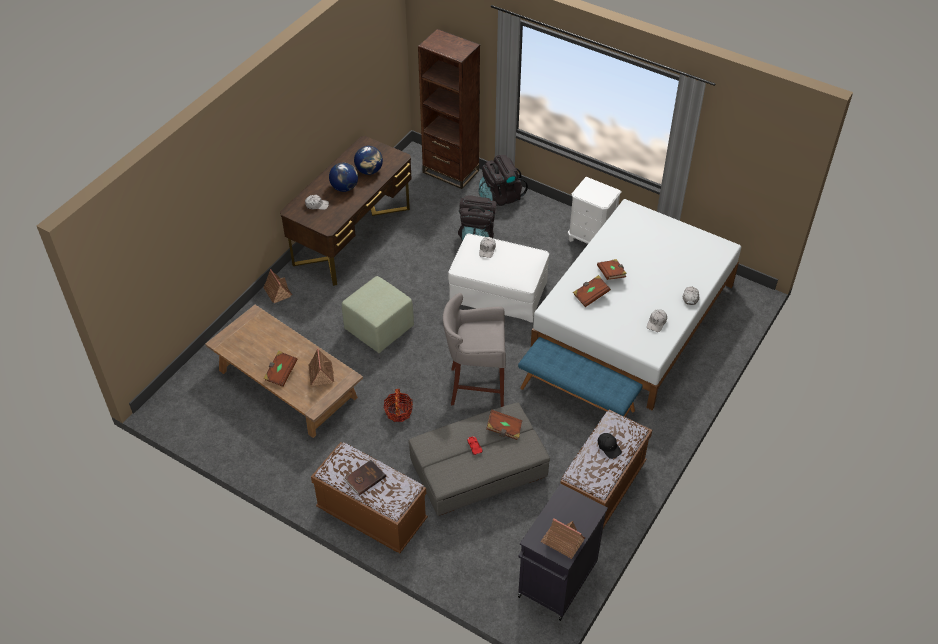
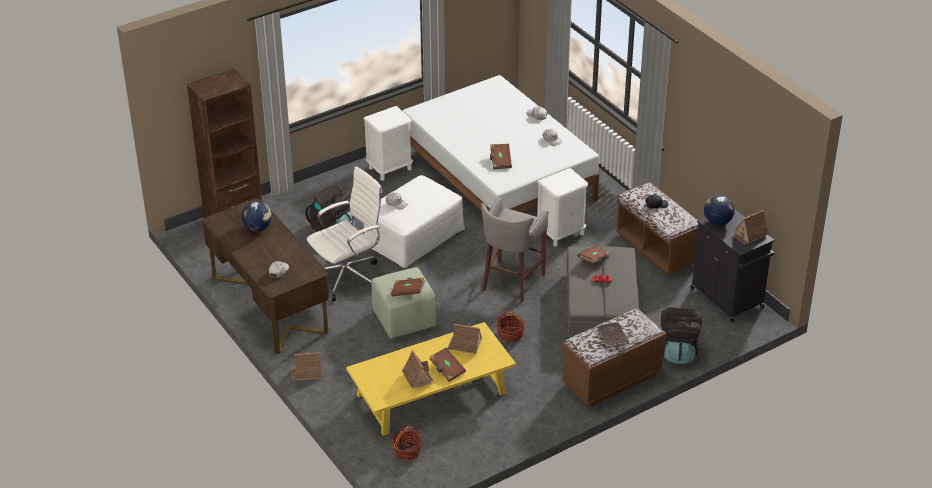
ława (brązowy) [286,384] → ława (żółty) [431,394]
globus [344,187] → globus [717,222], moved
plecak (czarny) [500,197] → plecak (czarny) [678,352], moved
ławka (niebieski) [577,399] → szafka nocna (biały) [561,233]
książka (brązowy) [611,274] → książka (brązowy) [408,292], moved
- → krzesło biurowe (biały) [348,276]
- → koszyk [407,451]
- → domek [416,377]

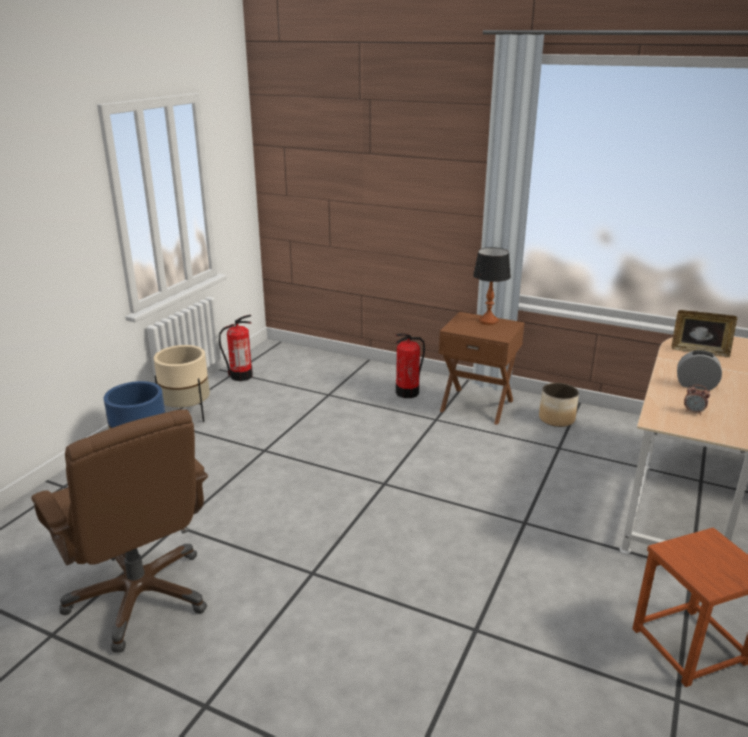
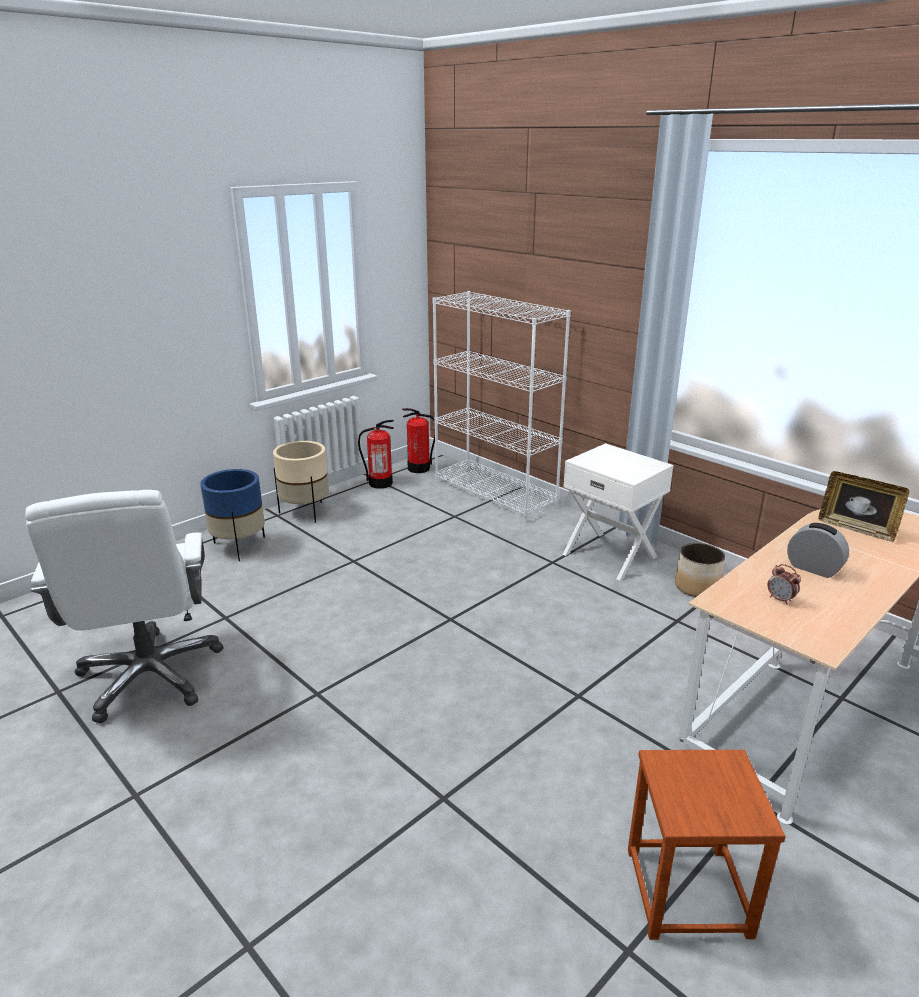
krzesło biurowe (brązowy) [140,596] → krzesło biurowe (biały) [150,676]
gaśnica [407,393] → gaśnica [419,468], moved
szafka nocna (brązowy) [477,405] → szafka nocna (biały) [610,555]
lampa stołowa [488,321] → -
- → regał (biały) [495,493]

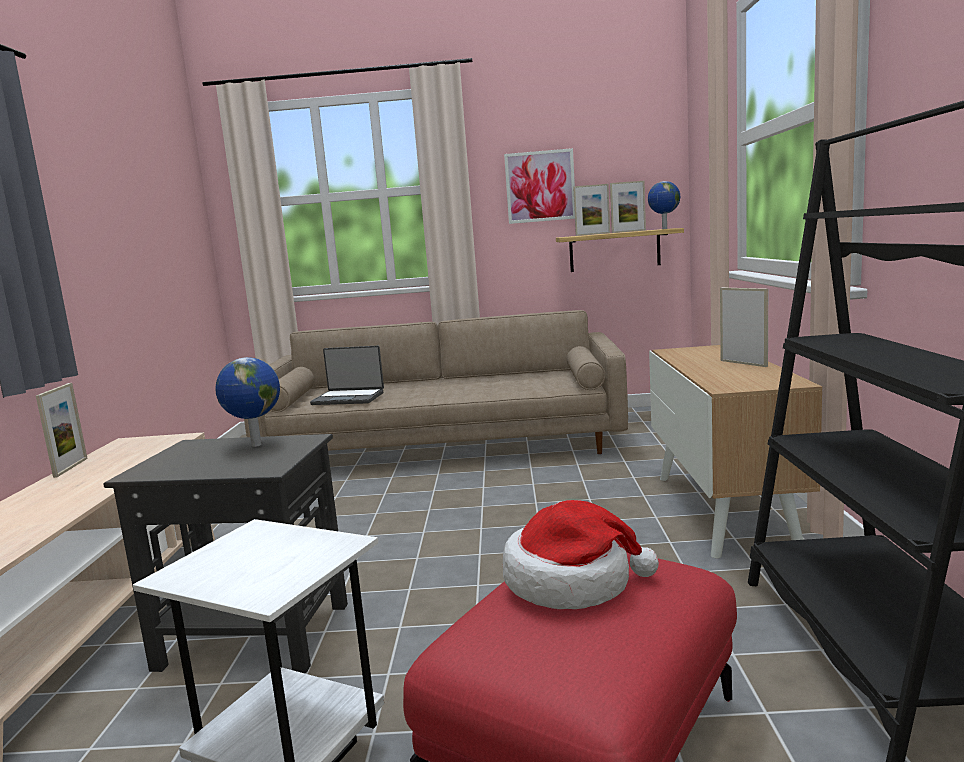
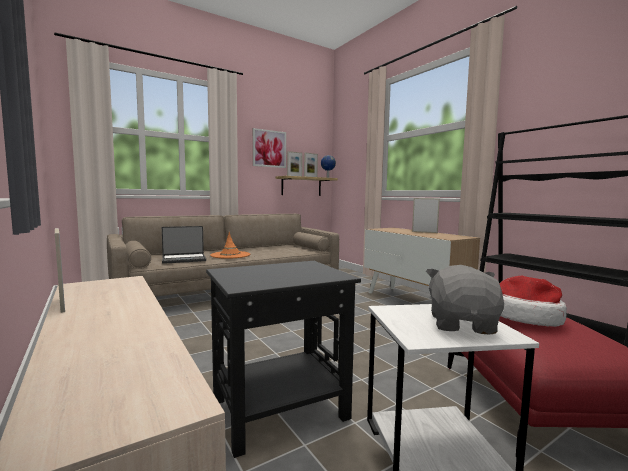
globus [255,445] → -
- → kapelusz (pomarańczowy) [230,255]
- → pluszak (szary) [462,324]

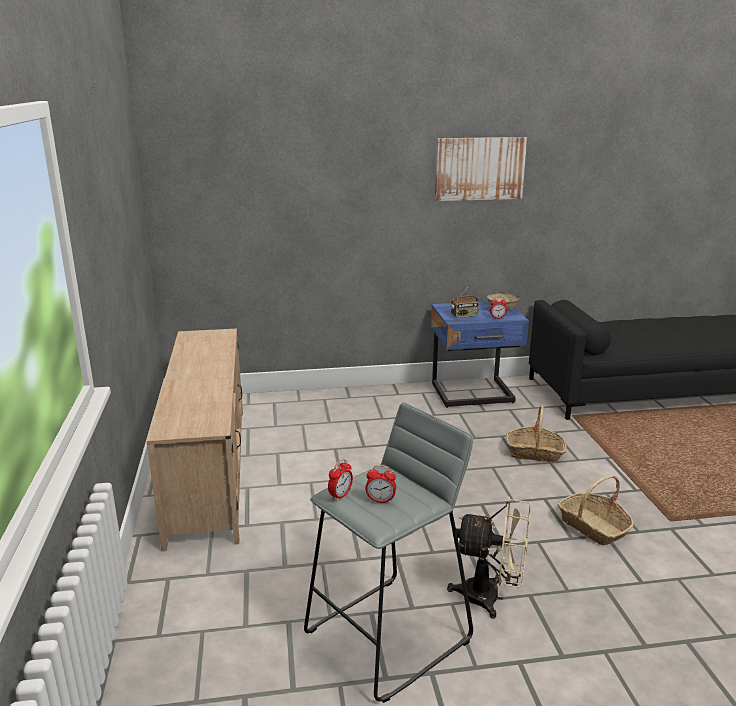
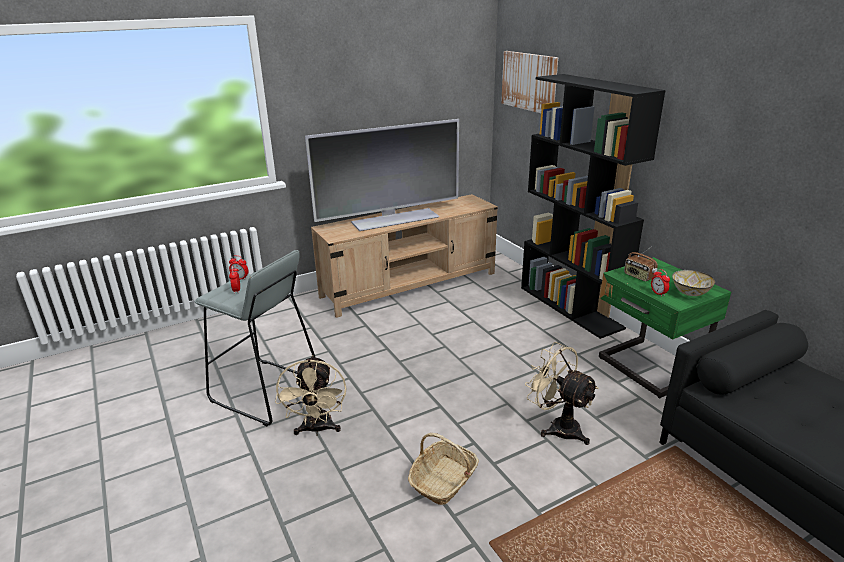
szafka nocna (niebieski) [473,395] → szafka nocna (zielony) [647,369]
obraz [479,168] → obraz [529,81], moved
koszyk [535,453] → wentylator (beżowy) [558,426]
- → telewizor [394,219]
- → regał (czarny) [571,307]

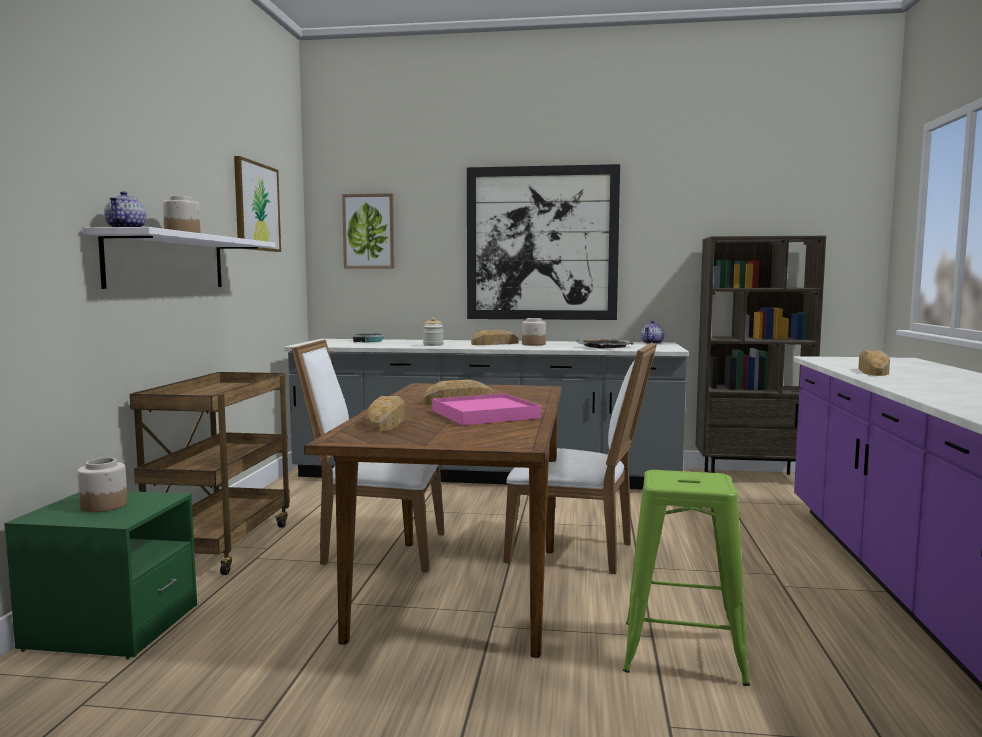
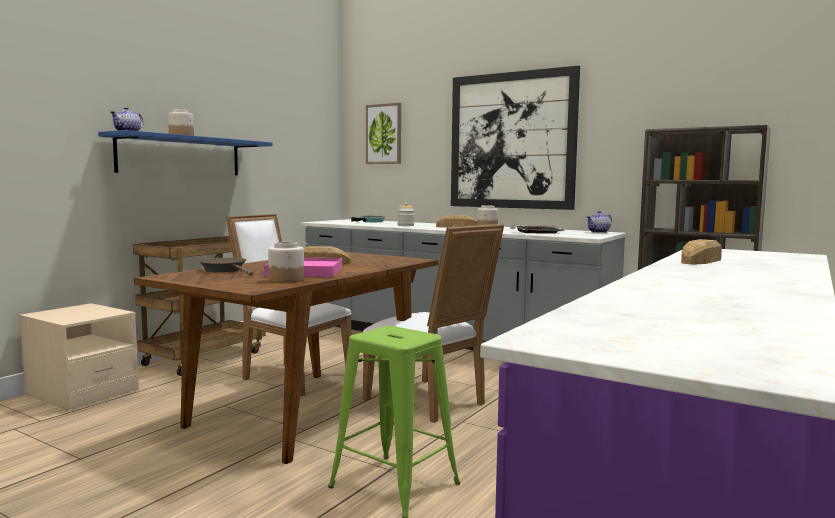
szafka nocna (zielony) [111,628] → szafka nocna (beżowy) [82,393]
słoik [104,505] → słoik [287,280], moved
półka (biały) [167,262] → półka (niebieski) [181,156]
obraz [256,207] → -
chleb [387,422] → patelnia (brązowy) [225,270]

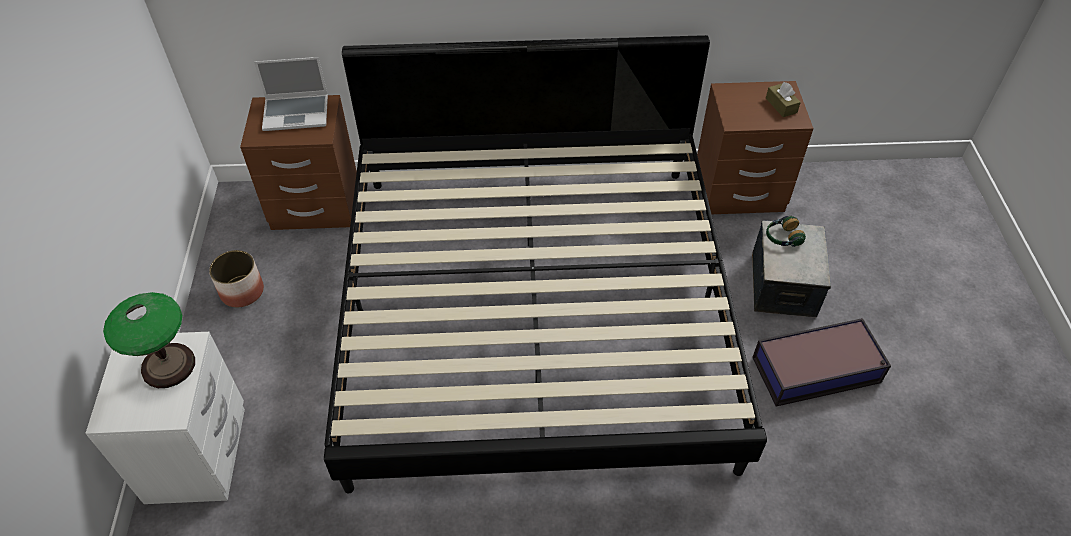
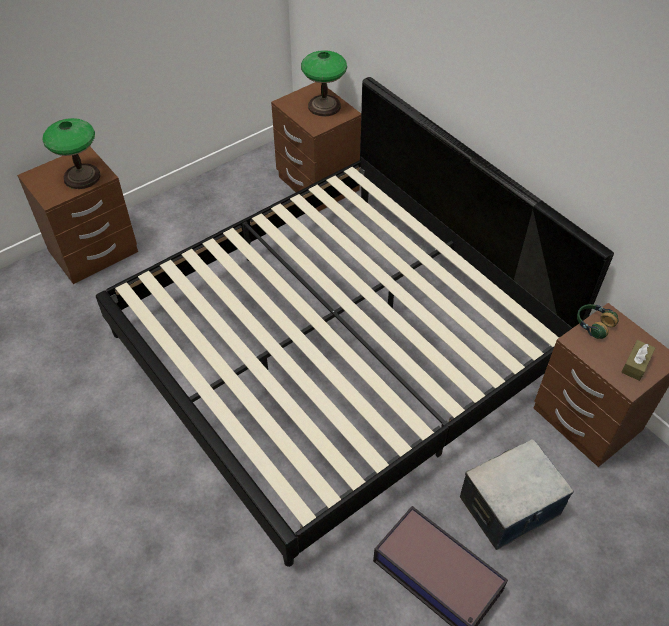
szafka nocna (biały) [199,455] → szafka nocna (brązowy) [94,252]
donica [242,291] → -
laptop [297,113] → lampa stołowa [324,106]
słuchawki [782,238] → słuchawki [593,325], moved

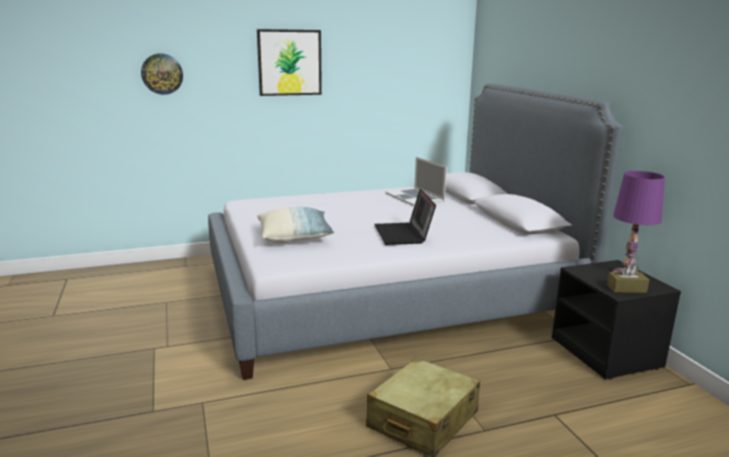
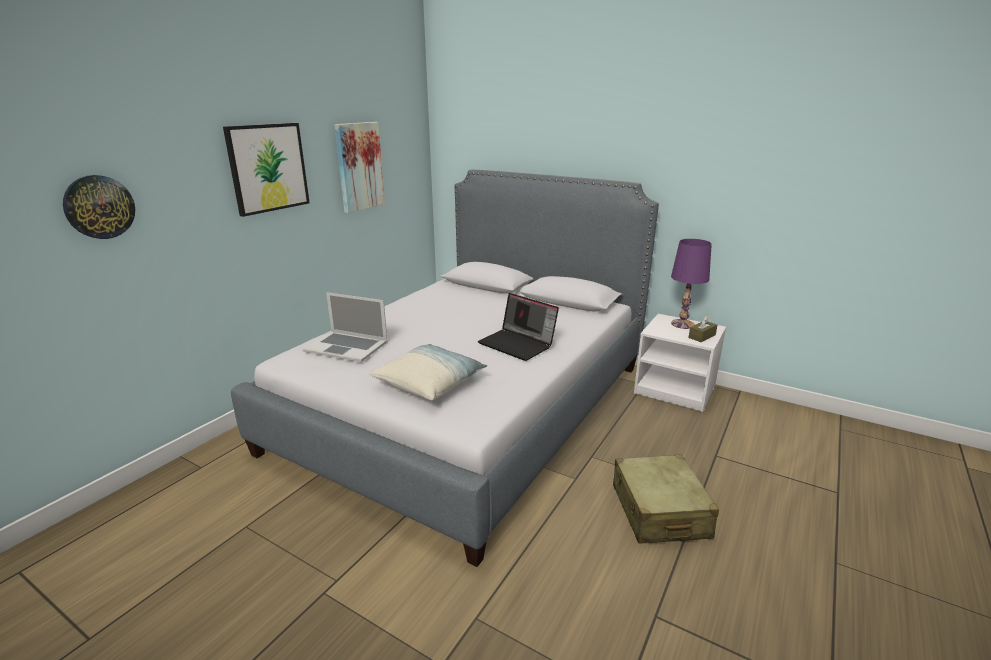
laptop [415,197] → laptop [346,346], moved
szafka nocna (czarny) [607,353] → szafka nocna (biały) [675,390]
- → obraz [359,166]

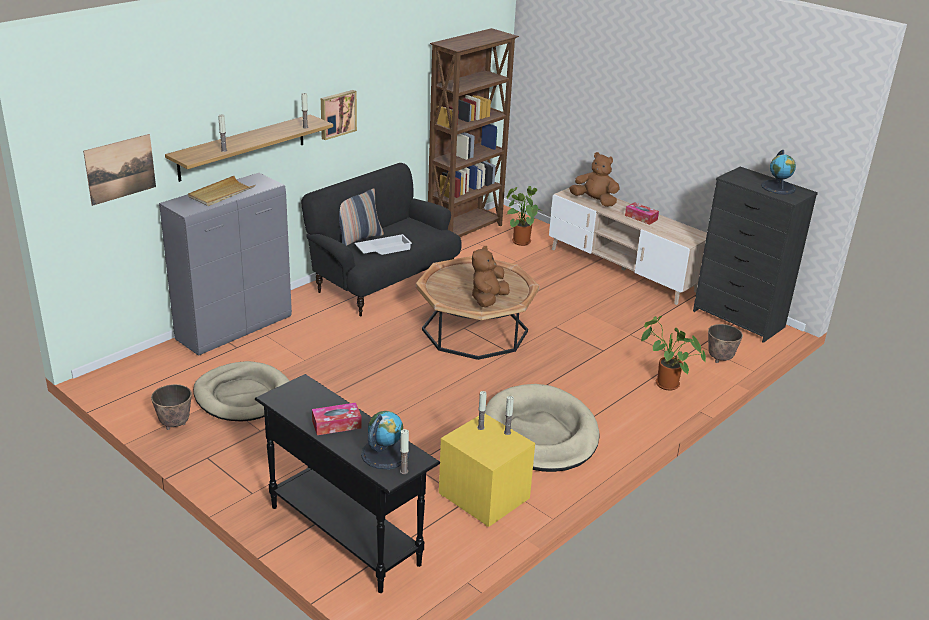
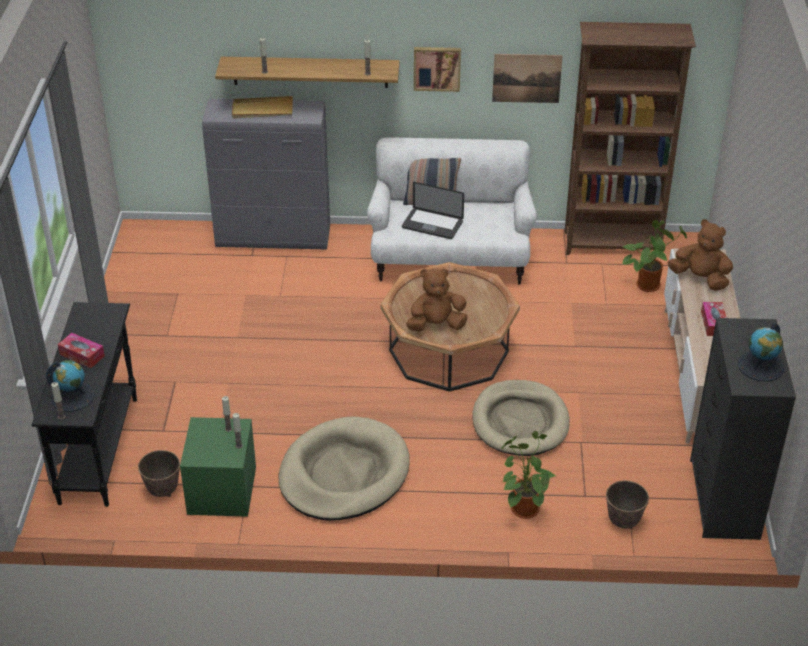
obraz [120,169] → obraz [526,78], moved
donica [174,424] → donica [163,491], moved
legowisko (beżowy) [243,396] → legowisko (beżowy) [520,422], moved
kanapa (czarny) [383,282] → kanapa (biały) [450,259]
taca (biały) [383,249] → laptop [432,225]
szafka nocna (żółty) [484,497] → szafka nocna (zielony) [222,491]
pluszak (brązowy) [594,201] → pluszak (brązowy) [700,279], 45 degrees counterclockwise

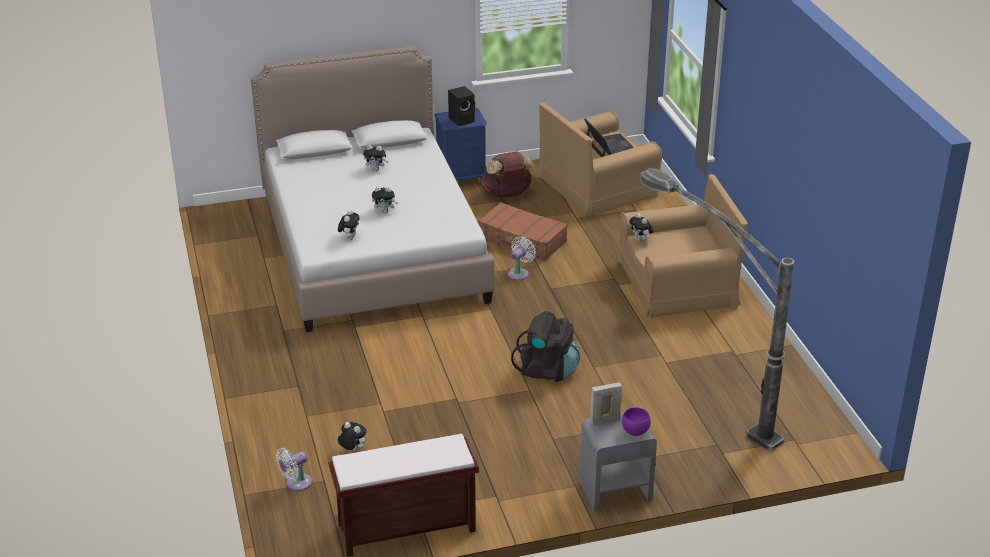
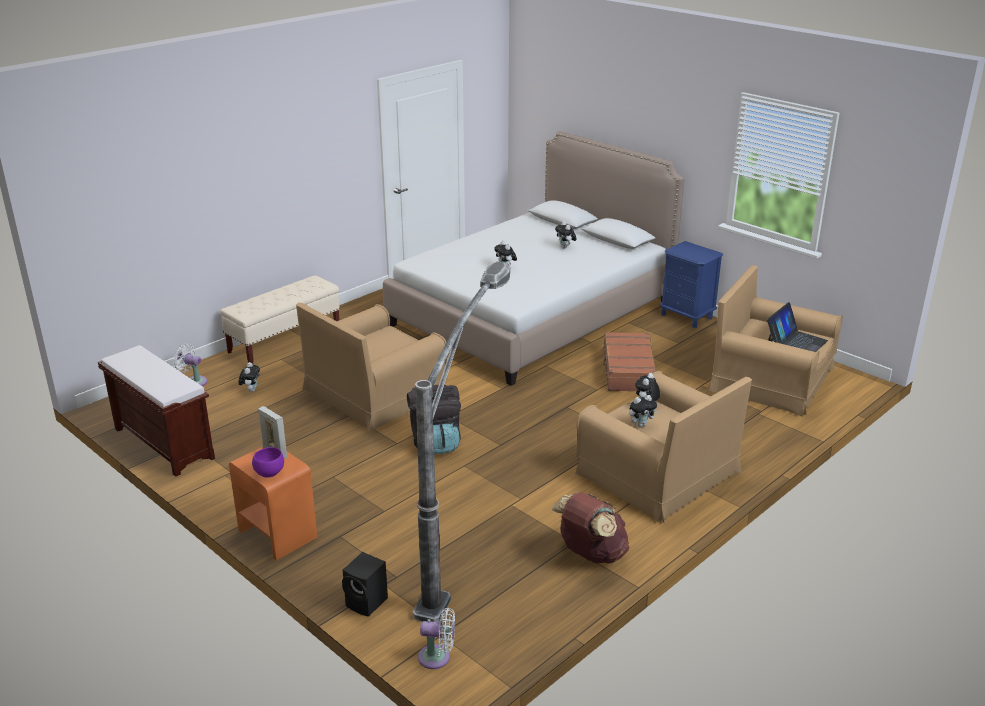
pluszak [349,237] → pluszak [641,424], moved
głośnik (czarny) [462,120] → głośnik (czarny) [367,603], moved
plecak (brązowy) [506,195] → plecak (brązowy) [590,554], moved
wentylator (biały) [519,273] → wentylator (biały) [437,657], moved
szafka nocna (szary) [615,491] → szafka nocna (pomarańczowy) [277,533]
- → ławka (beżowy) [285,341]
- → fotel (brązowy) [374,392]

